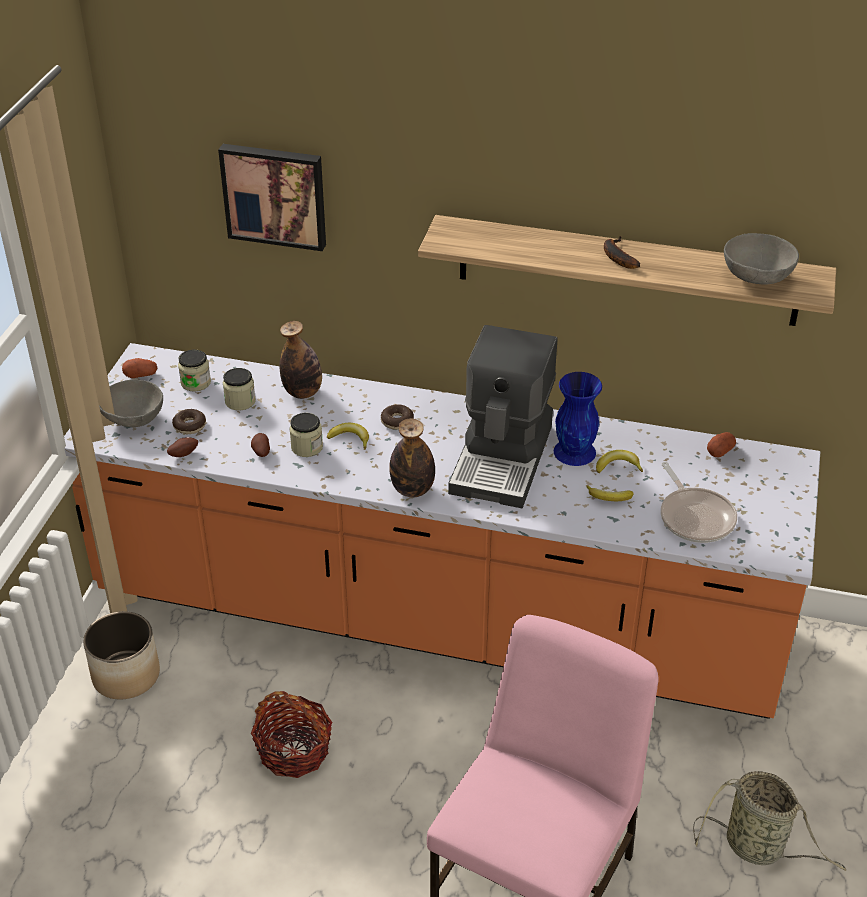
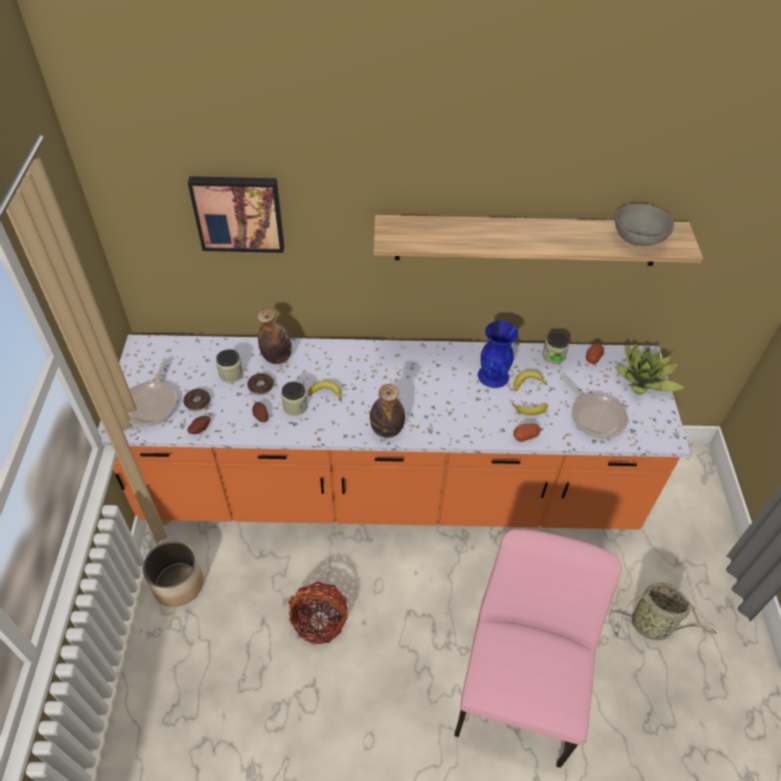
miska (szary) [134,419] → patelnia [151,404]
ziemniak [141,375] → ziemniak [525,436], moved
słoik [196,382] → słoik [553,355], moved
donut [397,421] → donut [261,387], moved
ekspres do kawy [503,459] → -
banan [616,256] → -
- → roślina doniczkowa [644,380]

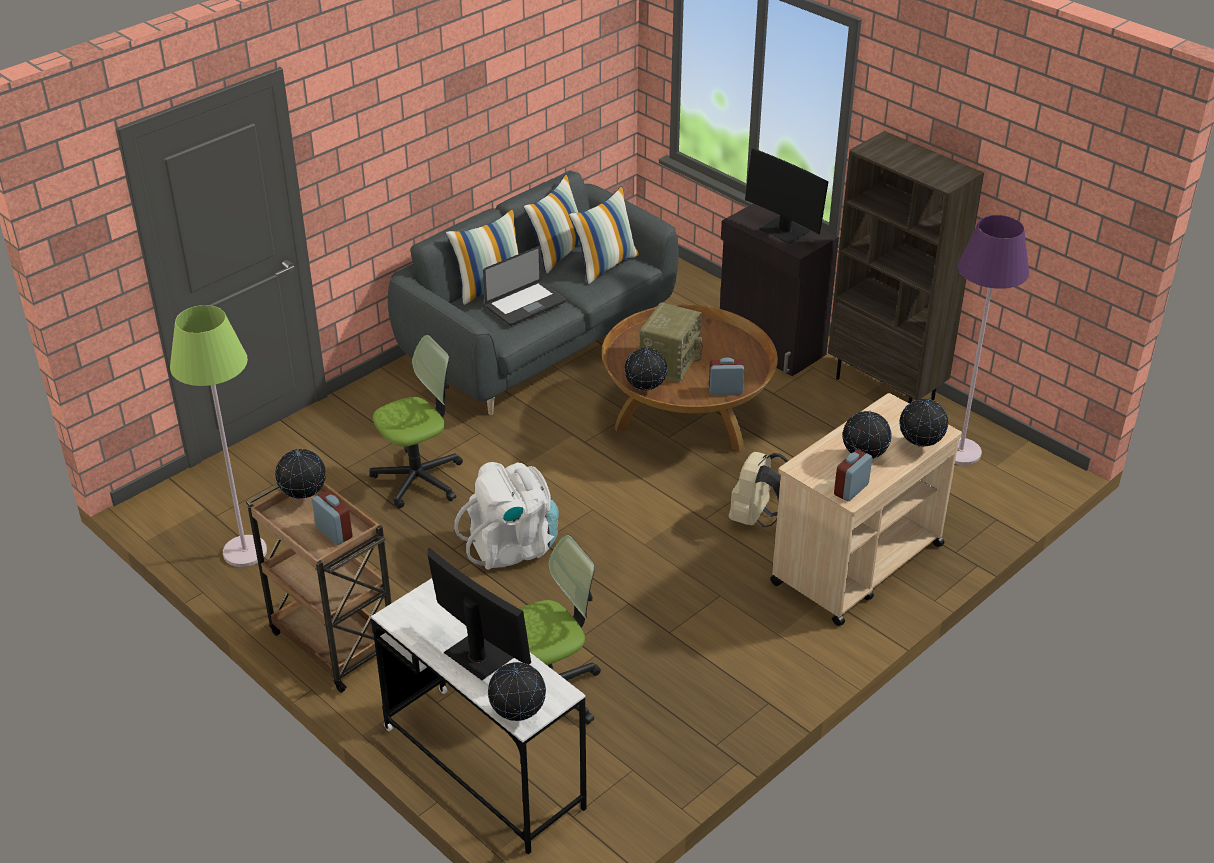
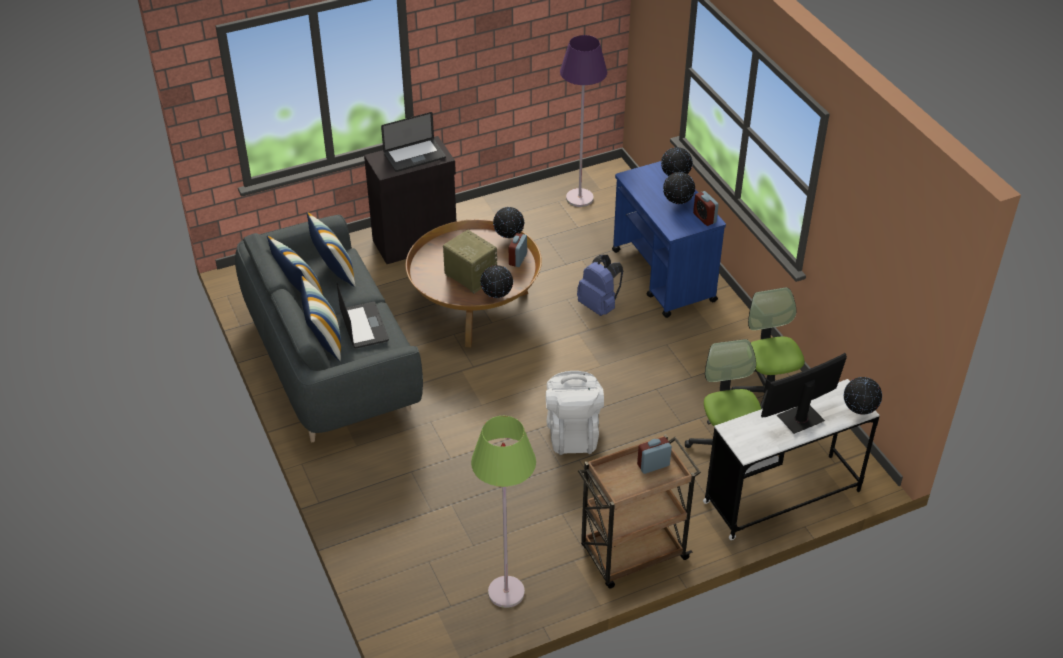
globus [304,498] → globus [509,238], moved
krzesło biurowe [419,479] → krzesło biurowe [766,394], moved
plecak (beżowy) [756,518] → plecak (niebieski) [599,306]
monitor [784,231] → laptop [415,156]
wózek (beżowy) [856,564] → wózek (niebieski) [663,276]
regał (brązowy) [886,388] → -

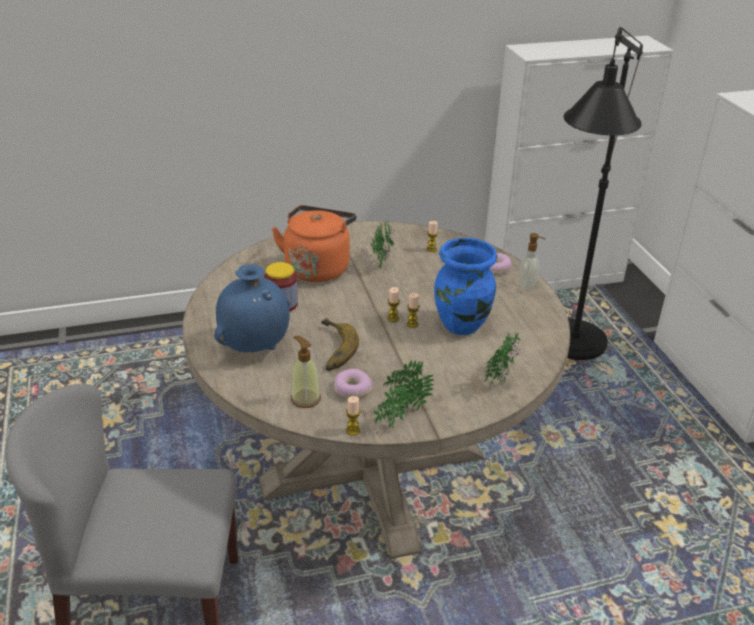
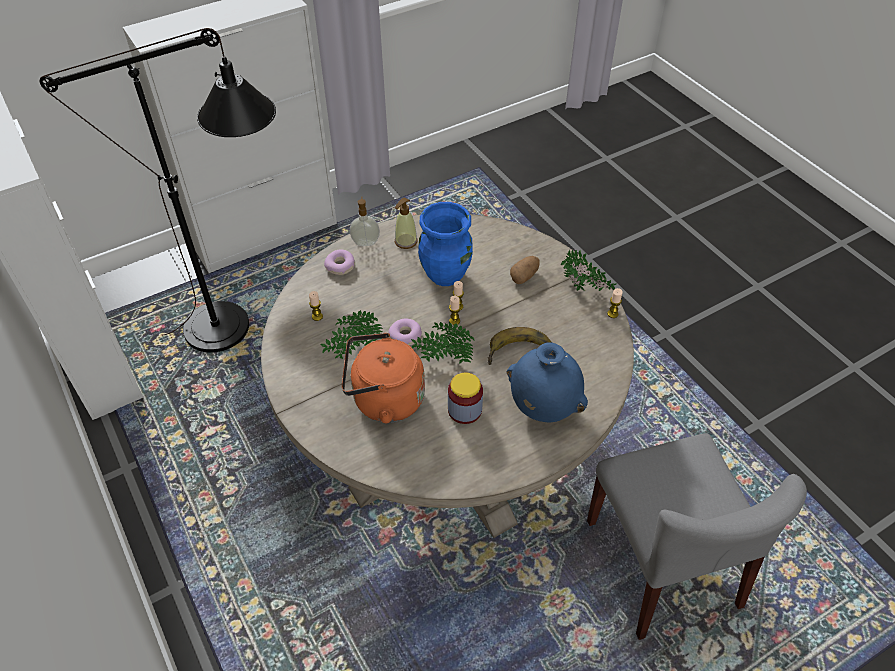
dozownik mydła [305,398] → dozownik mydła [405,241], moved
donut [352,389] → donut [405,336], moved
roślina doniczkowa [501,377] → roślina doniczkowa [443,359], moved
- → ziemniak [524,276]

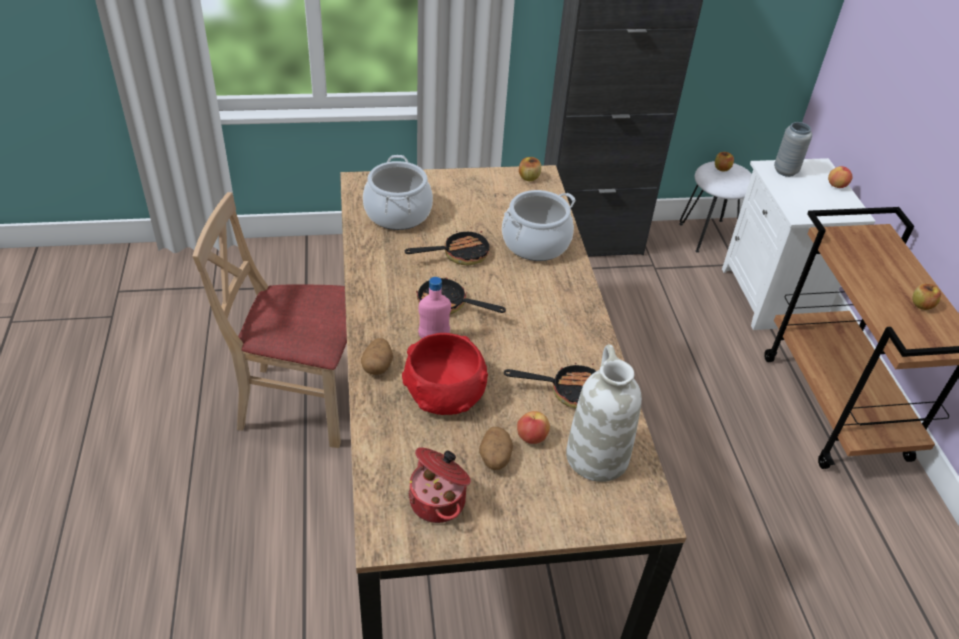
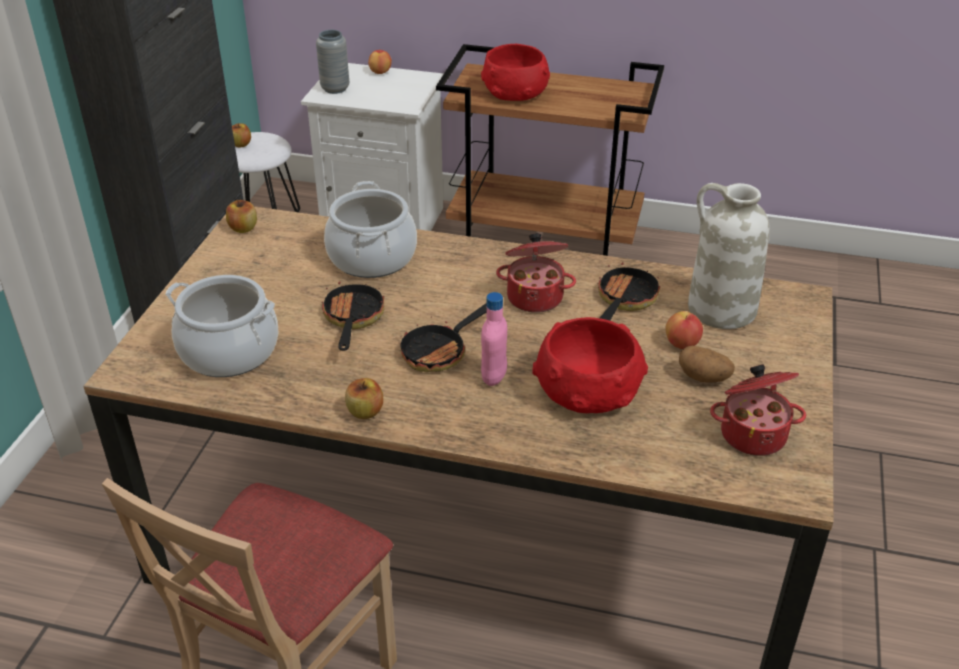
ziemniak [377,366] → -
jabłko [921,305] → jabłko [365,411], moved
- → miska (czerwony) [516,92]
- → garnek [535,296]

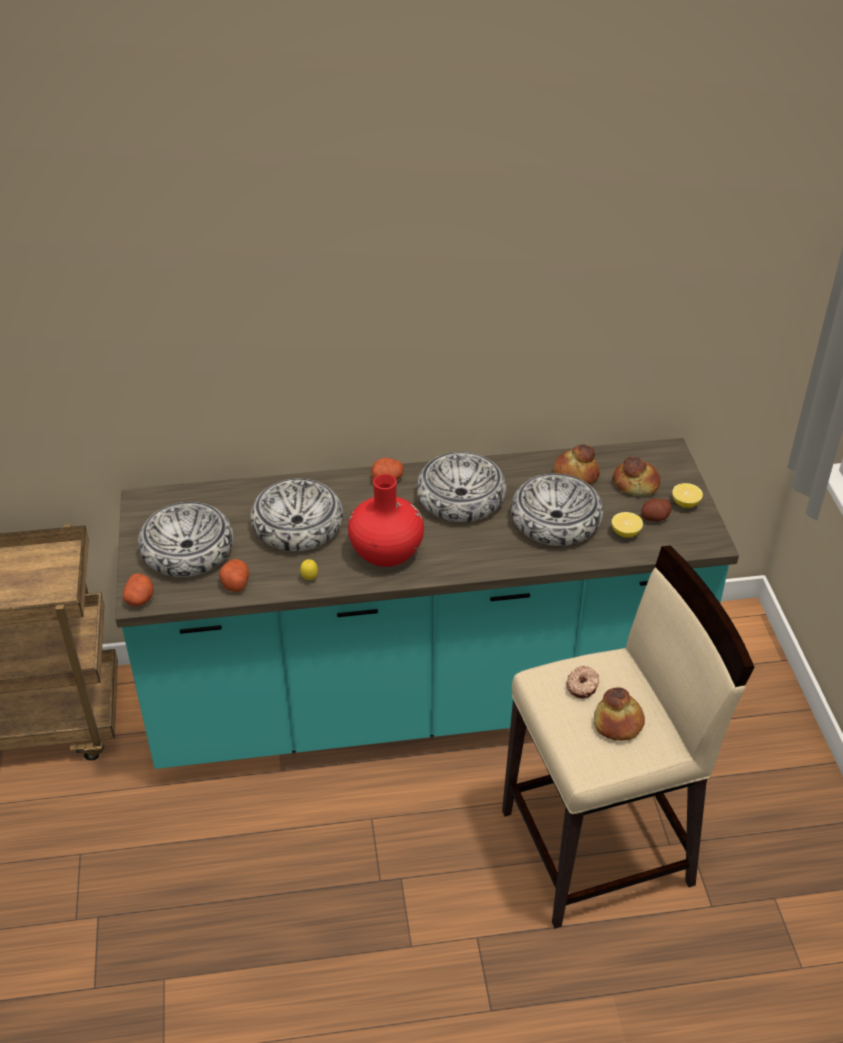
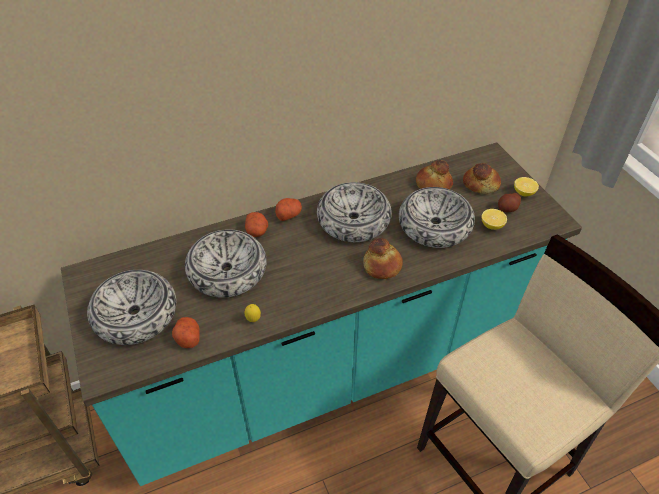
ziemniak [140,599] → ziemniak [257,231], moved
wazon (czerwony) [386,552] → -
donut [582,686] → -
chleb [618,723] → chleb [382,265], moved

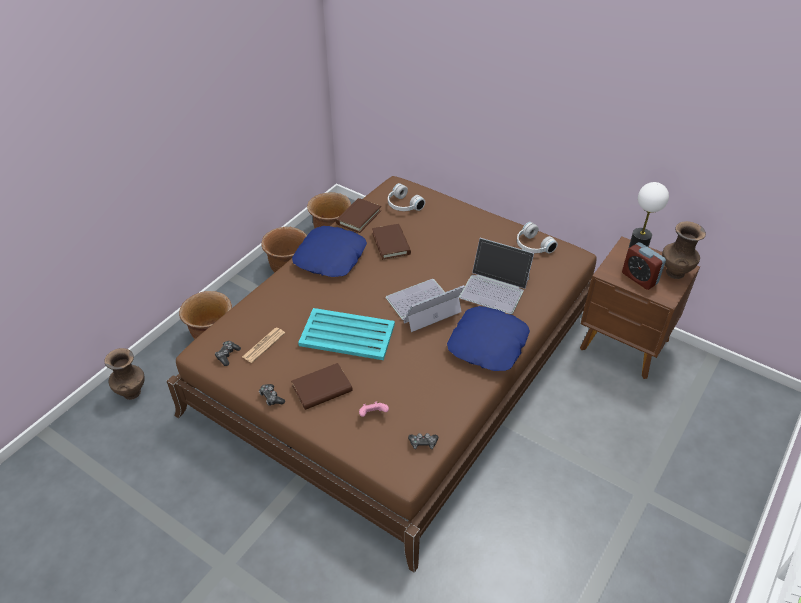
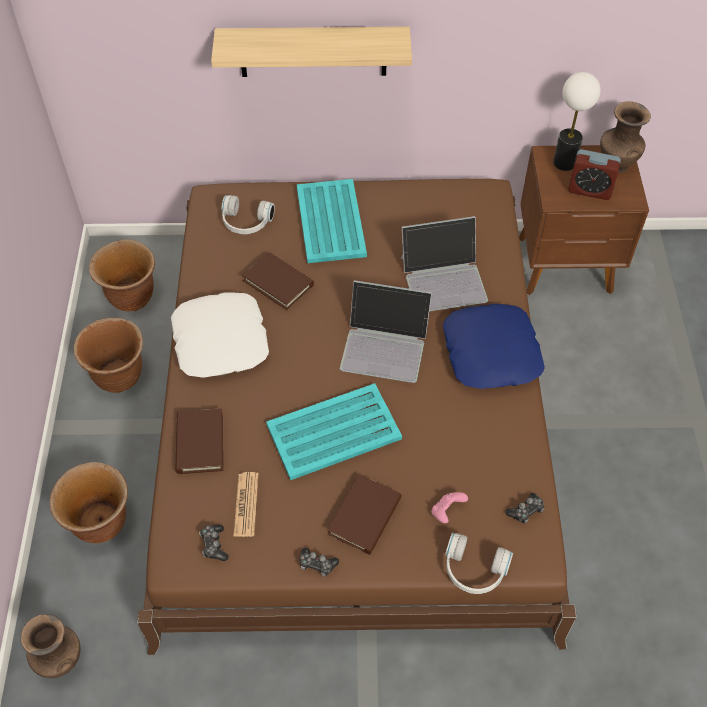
poduszka (niebieski) [331,258] → poduszka (biały) [221,341]
książka (brązowy) [358,217] → książka (brązowy) [200,443], moved
laptop [423,305] → laptop [385,345], 105 degrees counterclockwise
słuchawki (biały) [532,246] → słuchawki (biały) [473,571], moved
- → półka [313,51]
- → taca (turkusowy) [330,222]

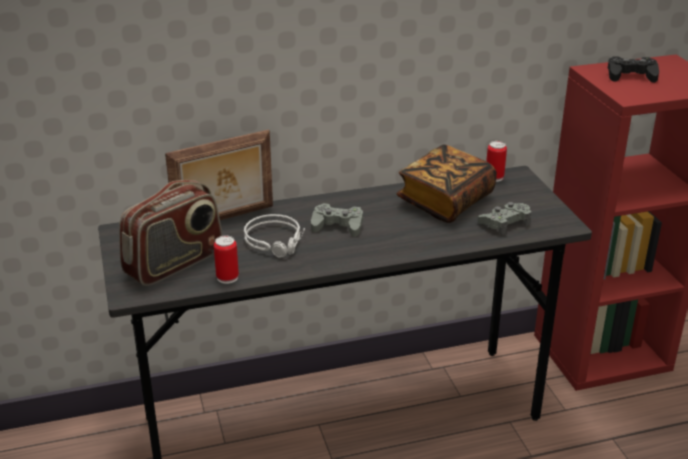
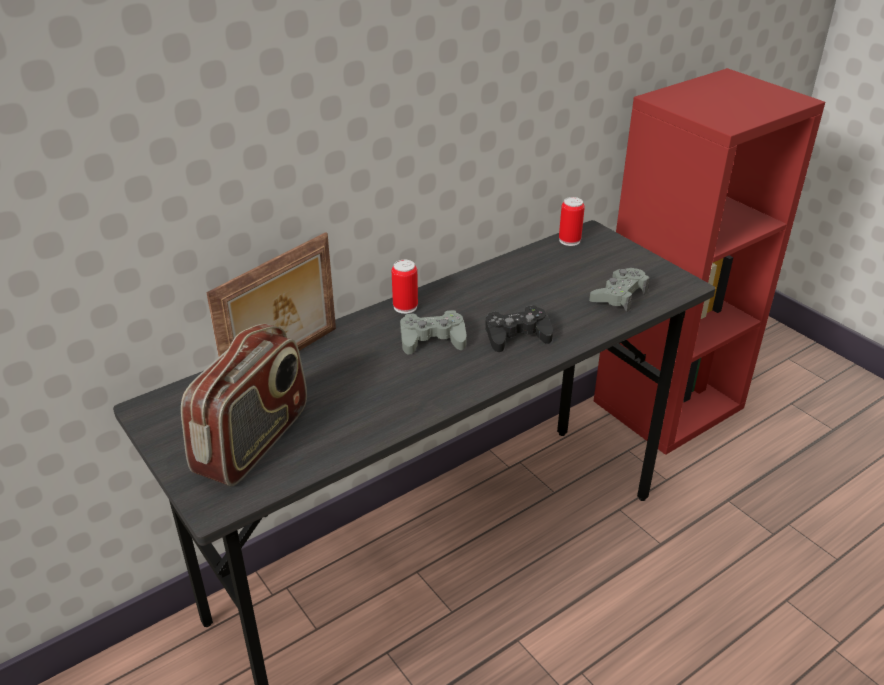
puszka [227,277] → puszka [405,307], moved
słuchawki (szary) [276,241] → -
książka [445,201] → -
pad do gier (czarny) [631,75] → pad do gier (czarny) [516,335], moved

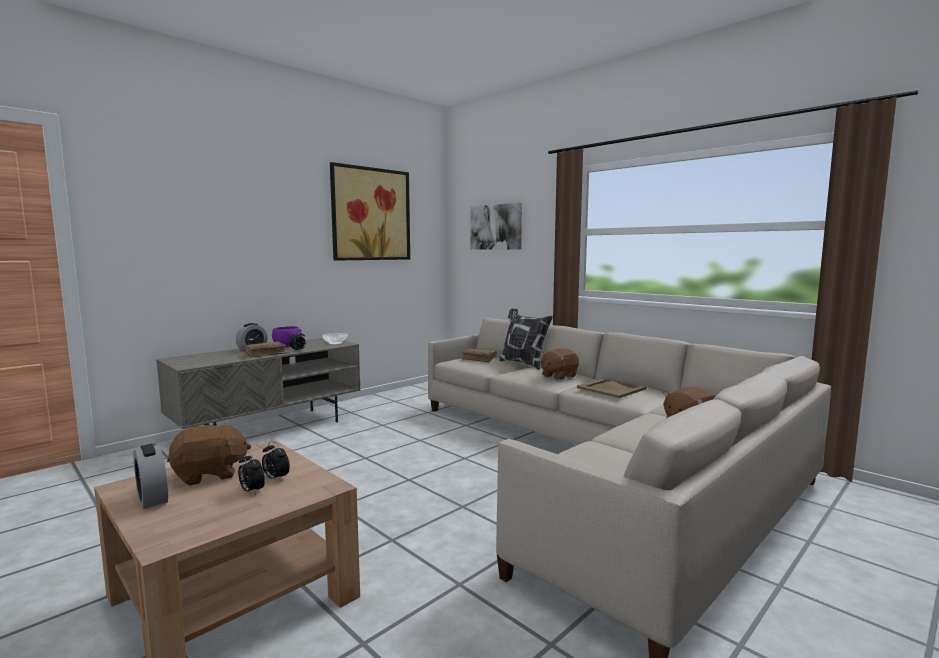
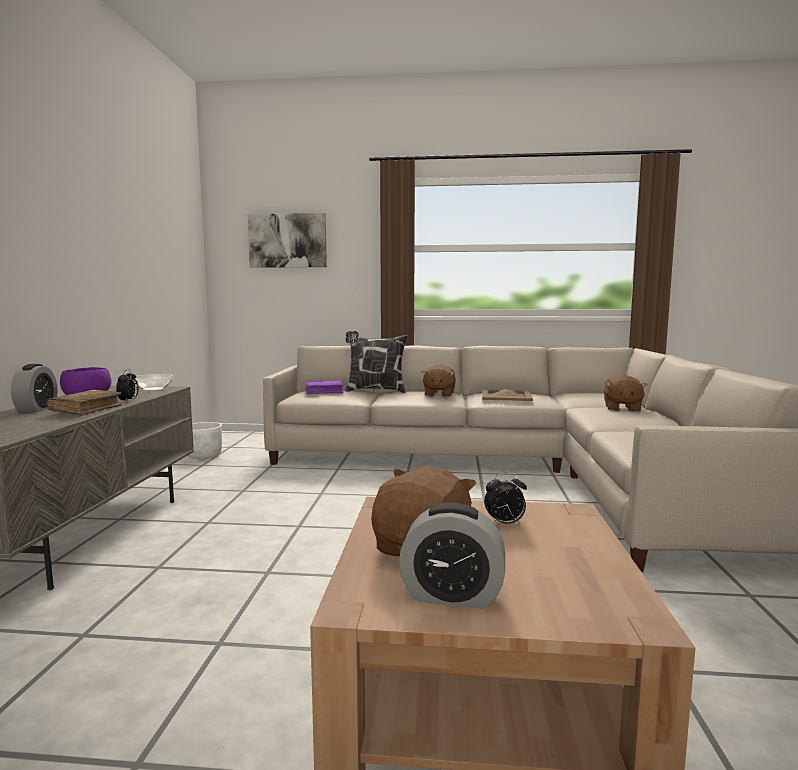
budzik [251,491] → -
obraz [371,214] → -
książka (brązowy) [479,359] → książka (fioletowy) [324,392]
- → donica (biały) [204,456]

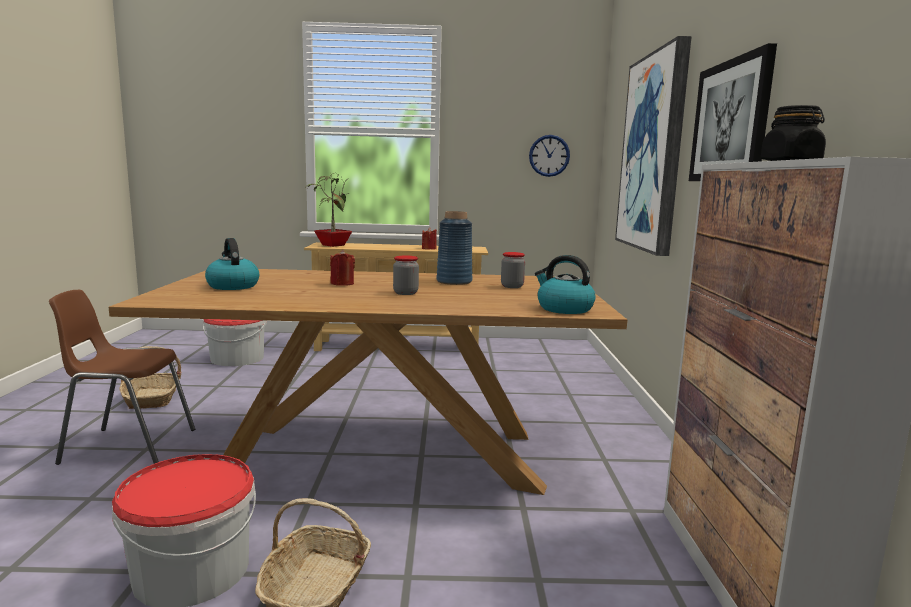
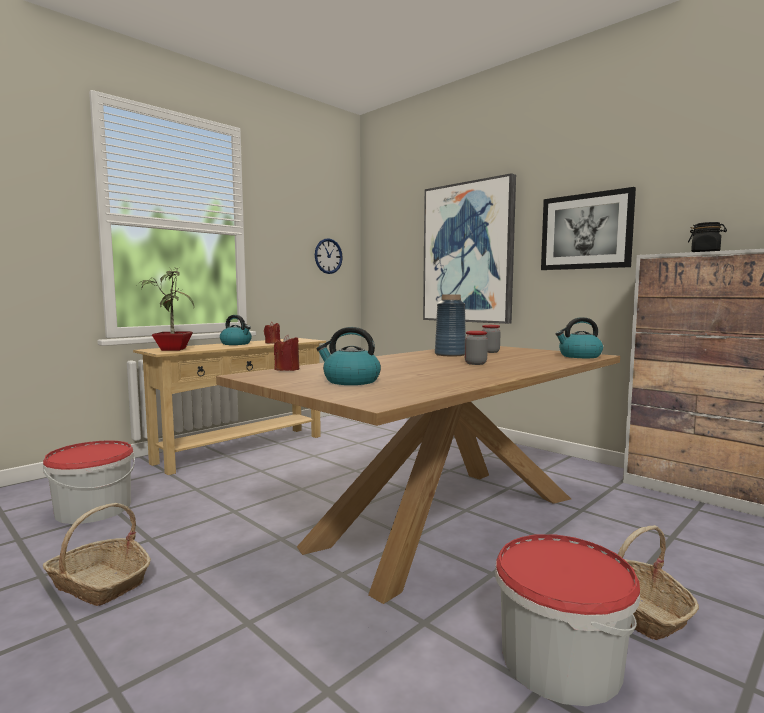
krzesło (brązowy) [128,446] → -
świeca (czerwony) [342,284] → świeca (czerwony) [287,369], moved
- → czajnik [236,344]

